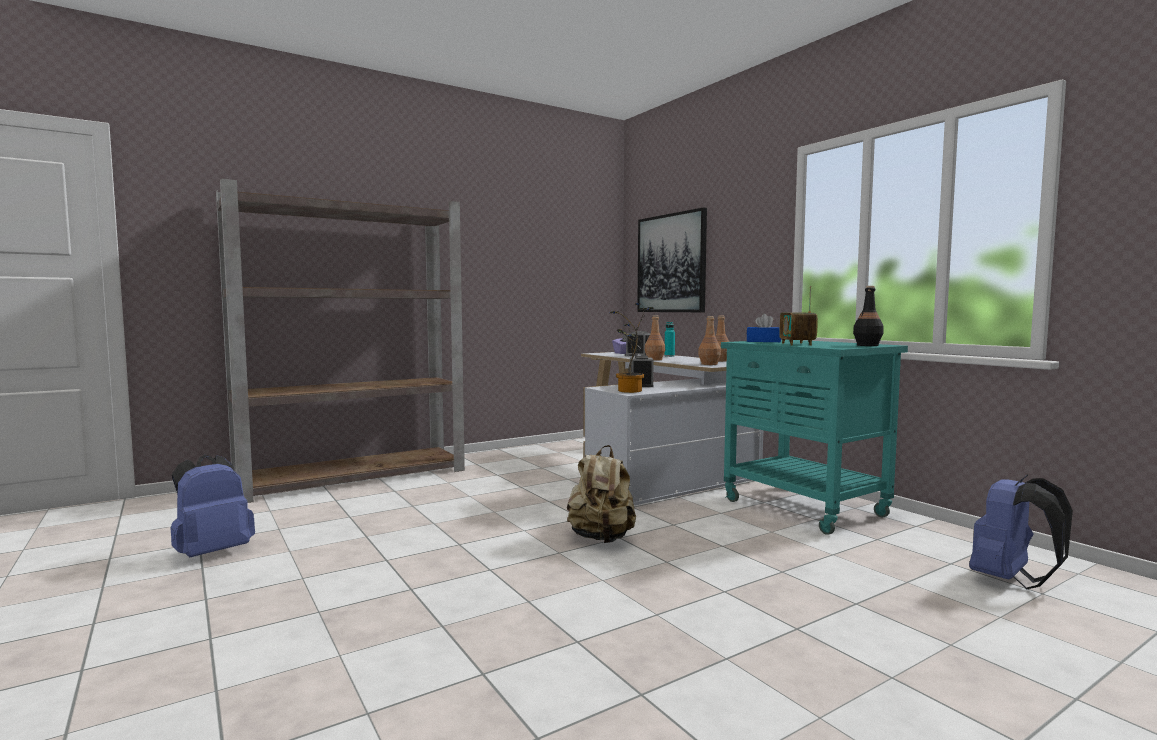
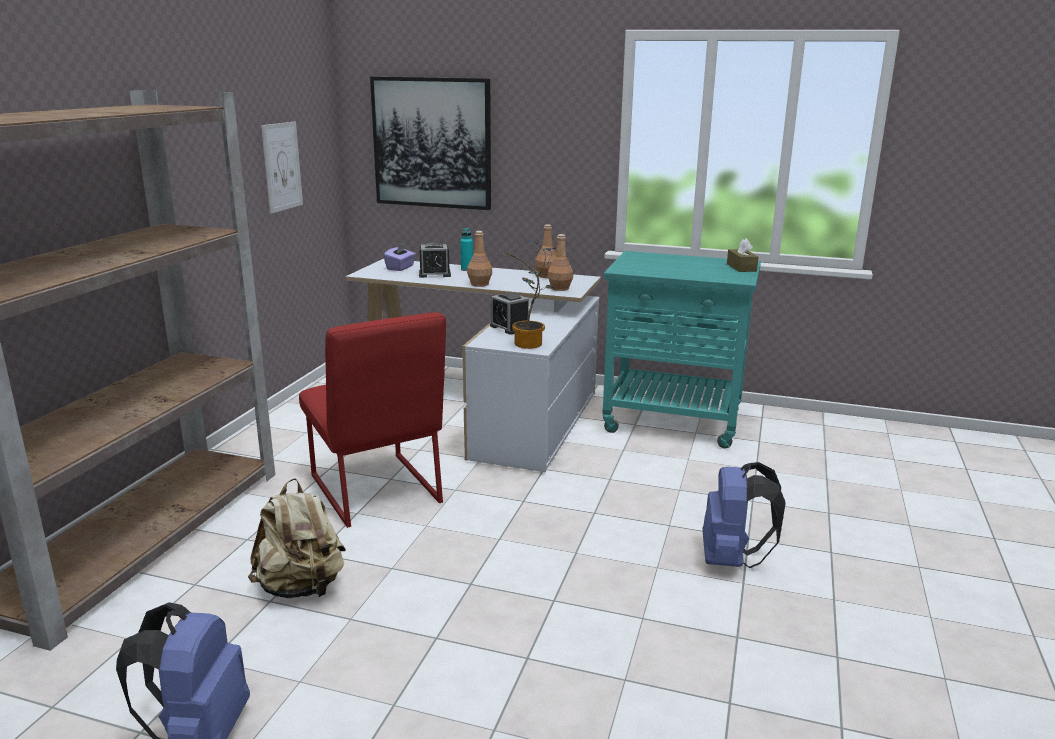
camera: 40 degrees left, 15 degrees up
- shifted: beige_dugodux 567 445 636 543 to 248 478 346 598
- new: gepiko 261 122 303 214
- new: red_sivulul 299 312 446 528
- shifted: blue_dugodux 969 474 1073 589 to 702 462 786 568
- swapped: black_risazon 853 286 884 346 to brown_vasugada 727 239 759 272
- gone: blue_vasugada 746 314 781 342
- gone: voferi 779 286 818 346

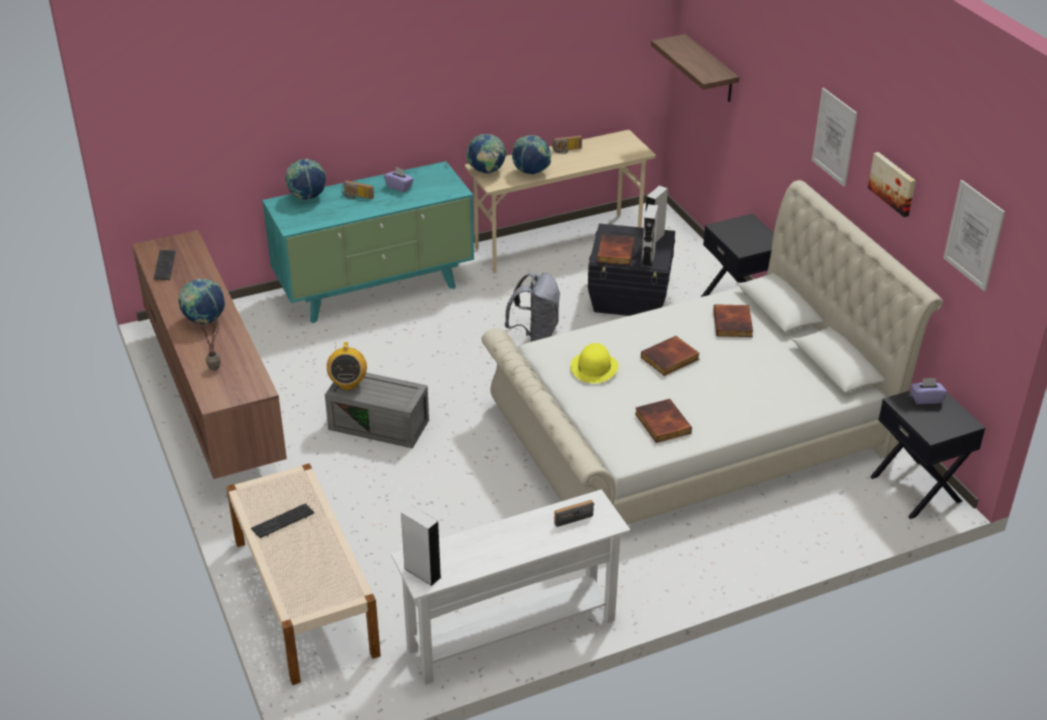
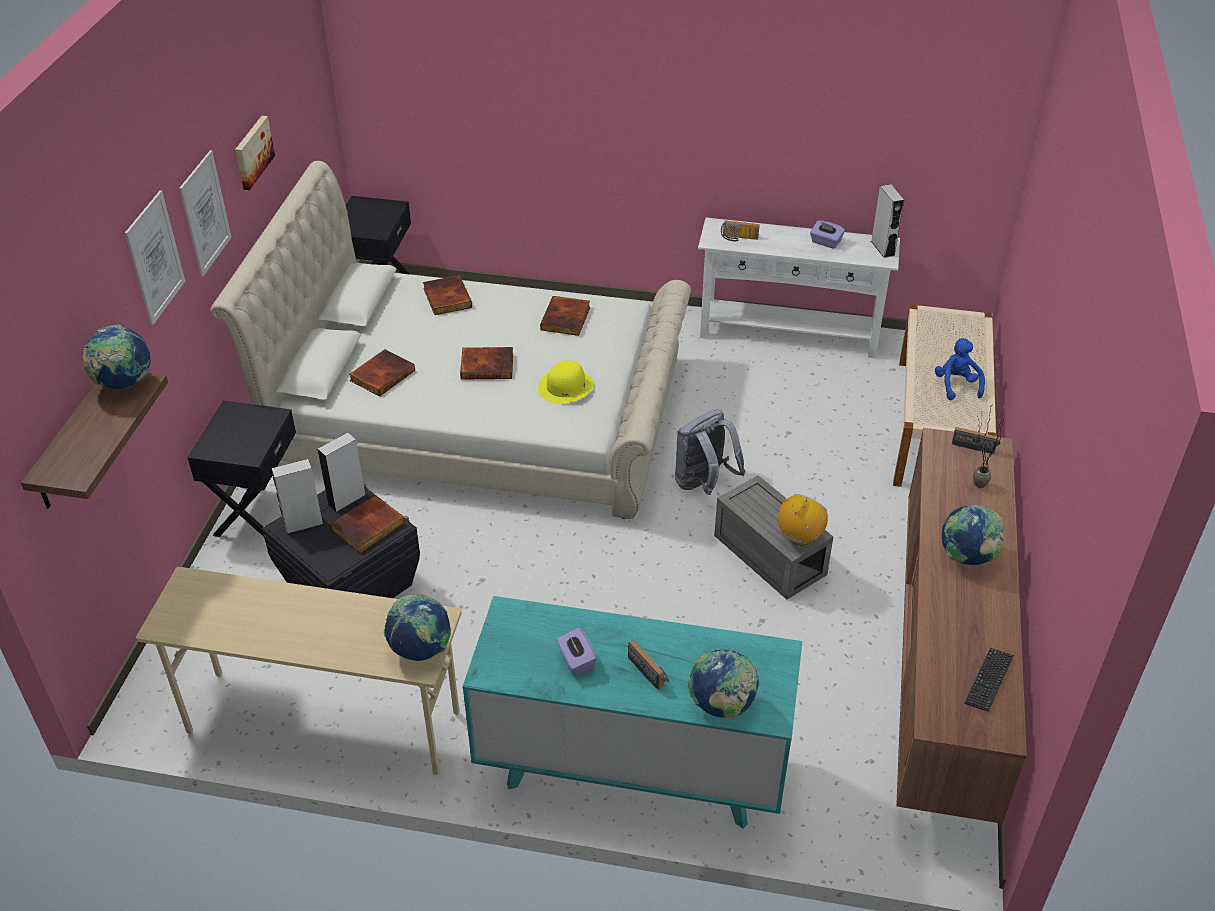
camera: 145 degrees left, 5 degrees up
- shifted: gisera 512 135 551 174 to 82 324 151 389
- shifted: gepiko 943 180 1005 291 to 125 190 185 325
- new: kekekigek 423 275 472 315
- shifted: grey_dugodux 505 272 560 342 to 675 409 746 495
- shifted: purple_vasugada 911 378 947 404 to 810 221 845 249
- swapped: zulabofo 251 503 315 538 to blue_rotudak 935 338 985 400
- shifted: voferi 552 135 582 154 to 952 427 1000 454

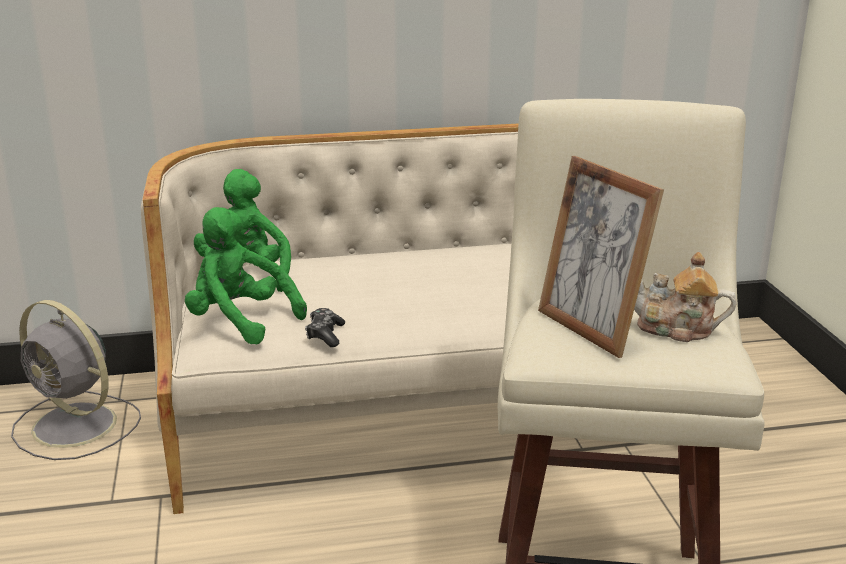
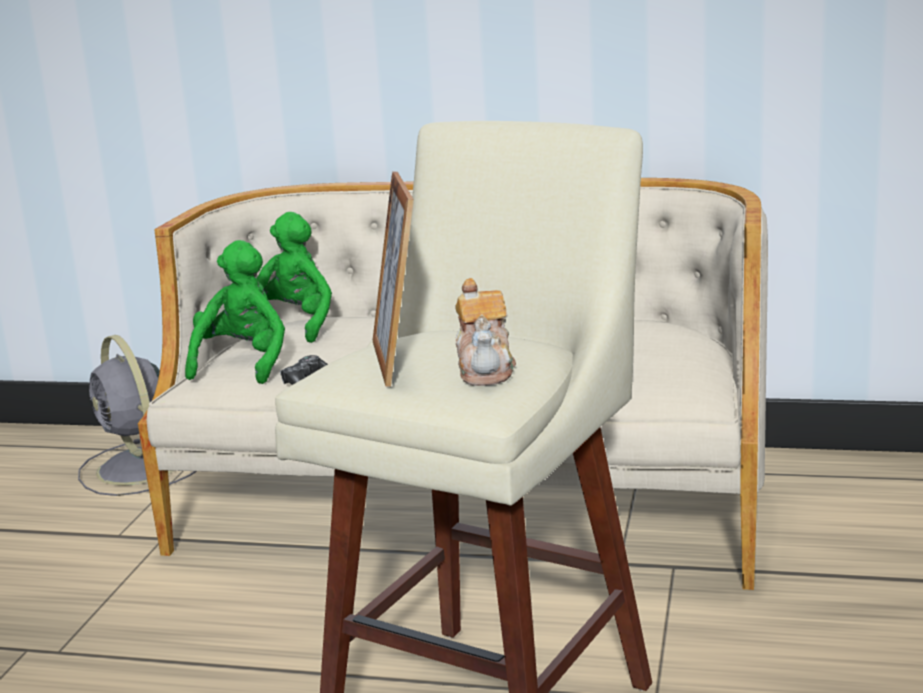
camera: 25 degrees right, 5 degrees down
- rotated: green_rotudak 185 207 307 345 = 185 240 285 384 45 degrees clockwise
- rotated: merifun 634 252 737 342 = 456 278 516 386 135 degrees counterclockwise

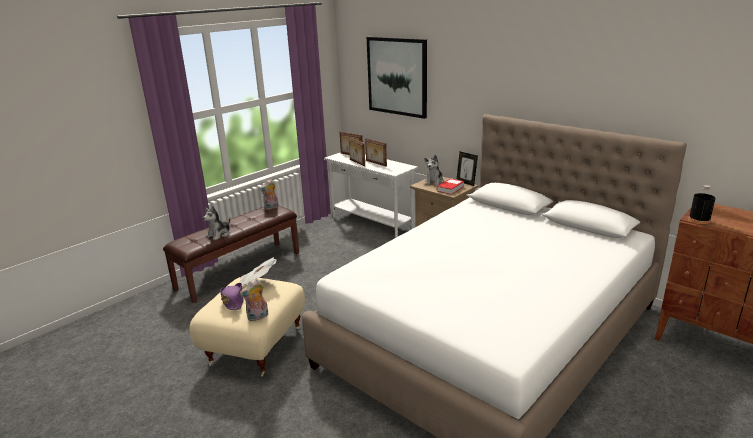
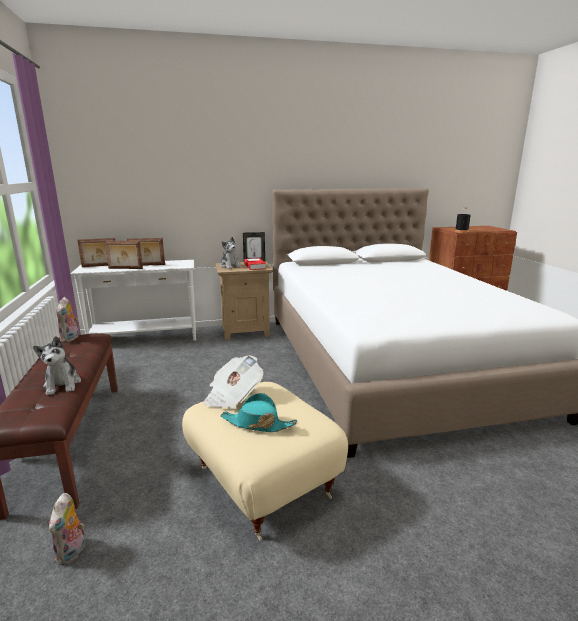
camera: 55 degrees left, 5 degrees down
- shifted: rotudak 240 278 268 321 to 48 493 86 565
- repainted: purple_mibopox 220 283 243 310 to turquoise_mibopox 221 393 297 432
- gone: gepiko 367 37 427 119

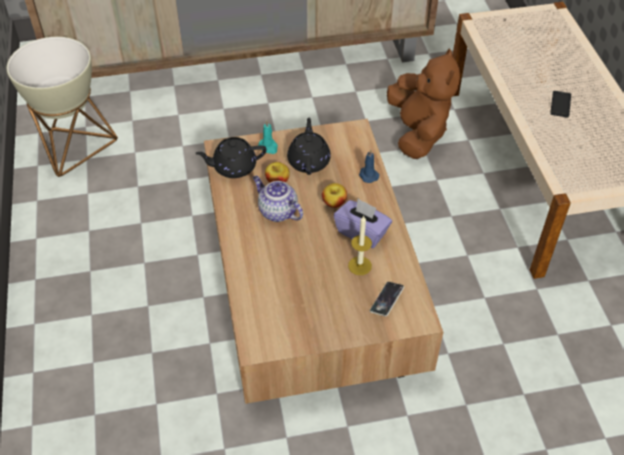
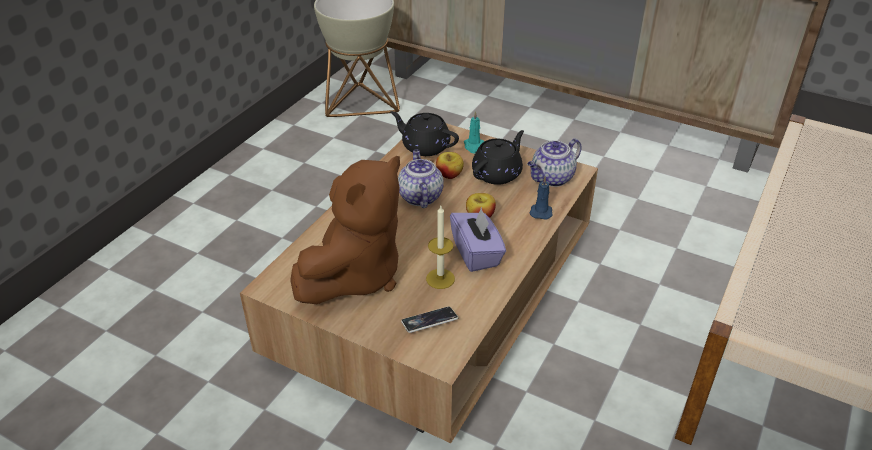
camera: 40 degrees right, 10 degrees down
- shifted: brown_rotudak 387 49 460 159 to 290 156 400 304
- new: merifun 527 139 582 187
- gone: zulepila 550 91 571 118

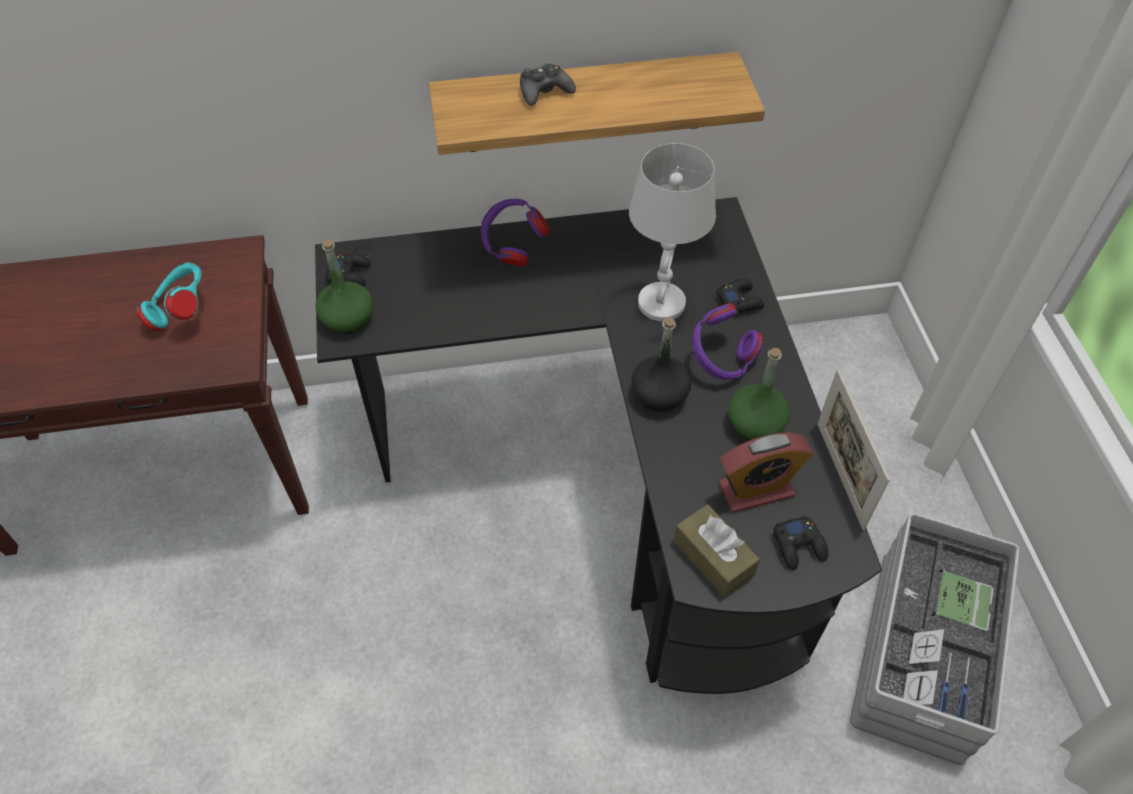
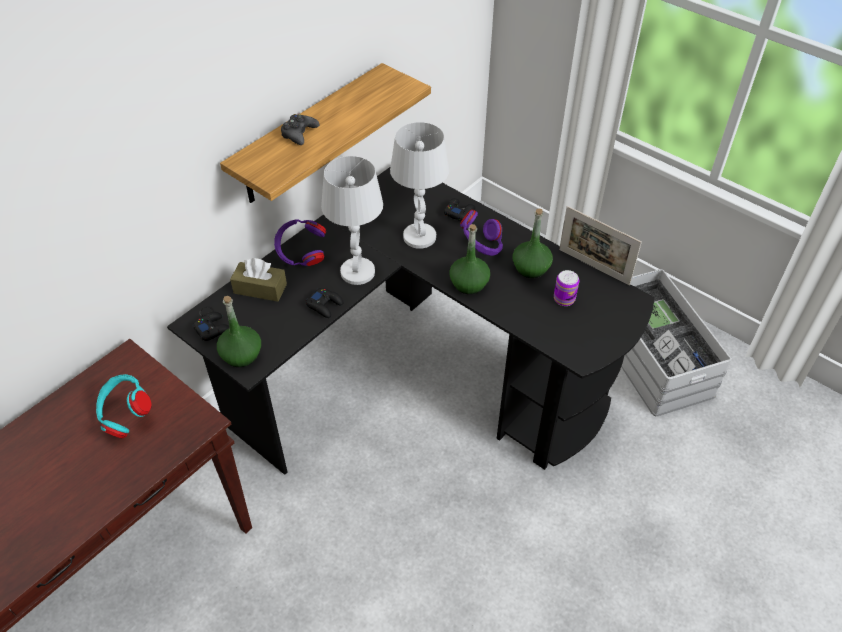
camera: 40 degrees left, 5 degrees down
- shifted: brown_vasugada 674 504 760 597 to 230 258 287 302
- shifted: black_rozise 773 516 828 570 to 306 288 343 318
- new: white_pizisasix 321 156 383 285
- repainted: black_risazon 631 317 692 412 to green_risazon 450 224 490 294
- swapped: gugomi 719 432 813 513 to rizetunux 554 270 579 306

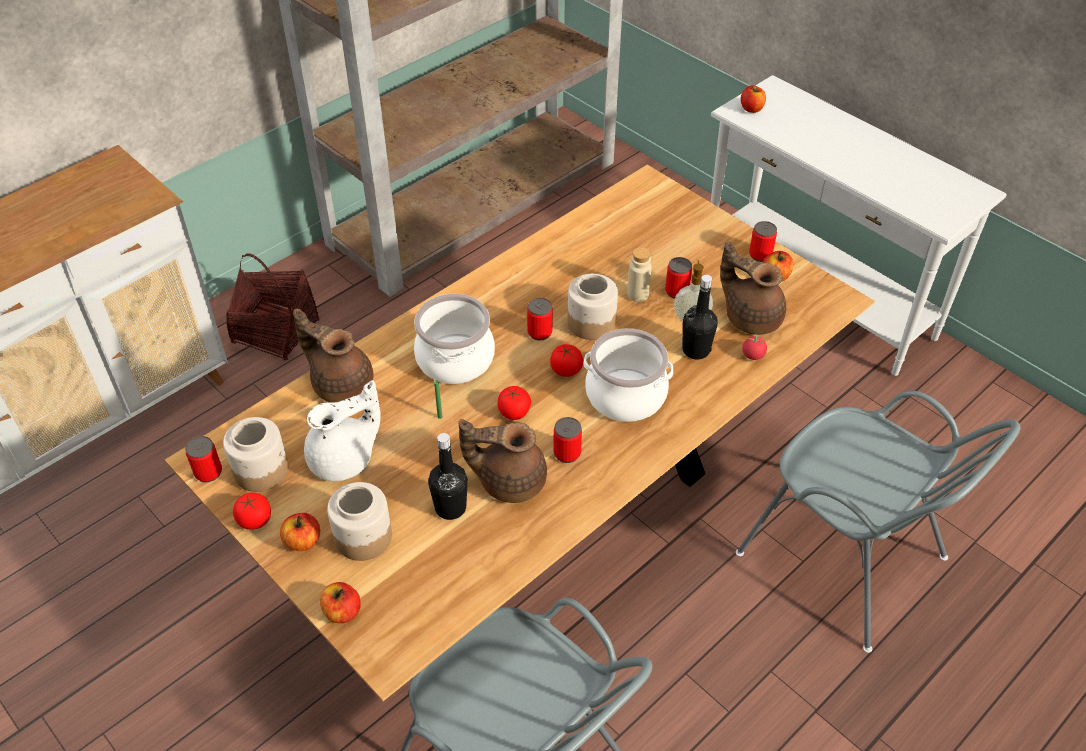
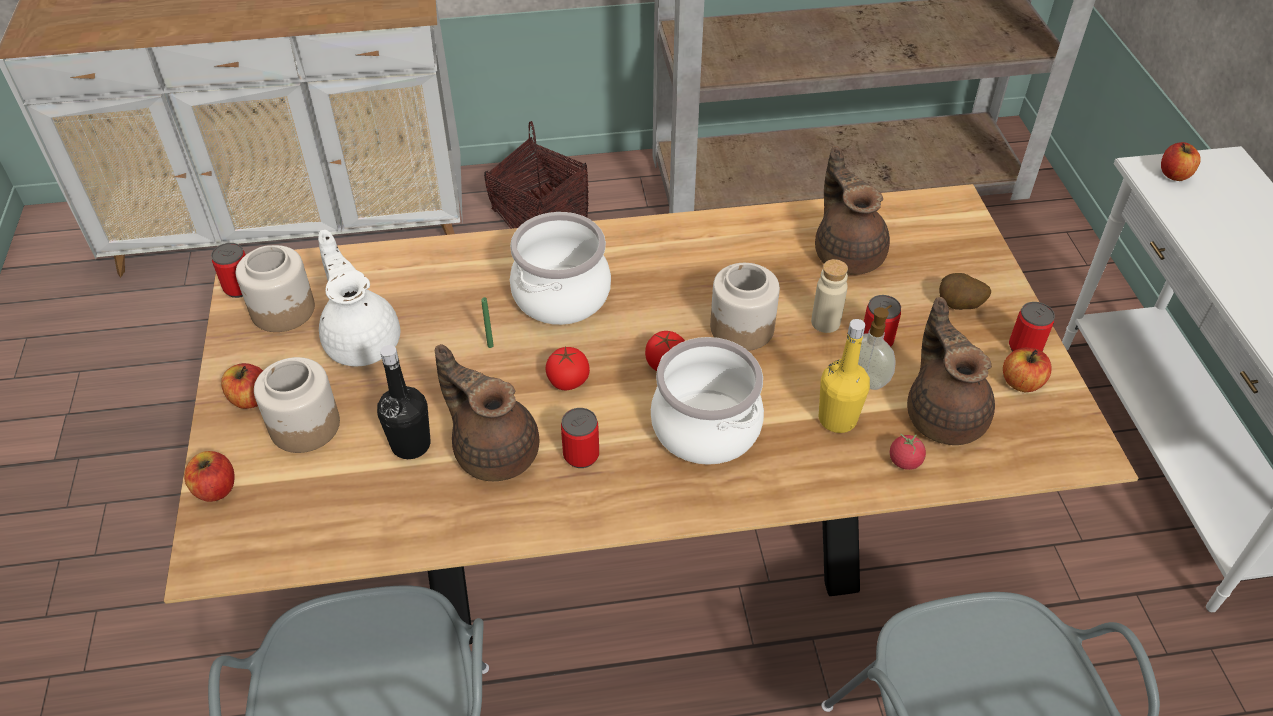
camera: 35 degrees right, 0 degrees up
- rotated: white_merifun 304 380 381 481 = 318 230 401 366 120 degrees counterclockwise
- shifted: brown_merifun 293 309 373 403 to 815 146 890 275
- repainted: black_risazon 682 275 718 359 to yellow_risazon 819 319 870 433
- new: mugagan 939 273 991 310
- gone: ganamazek 233 493 271 530
- gone: rizetunux 527 298 553 341

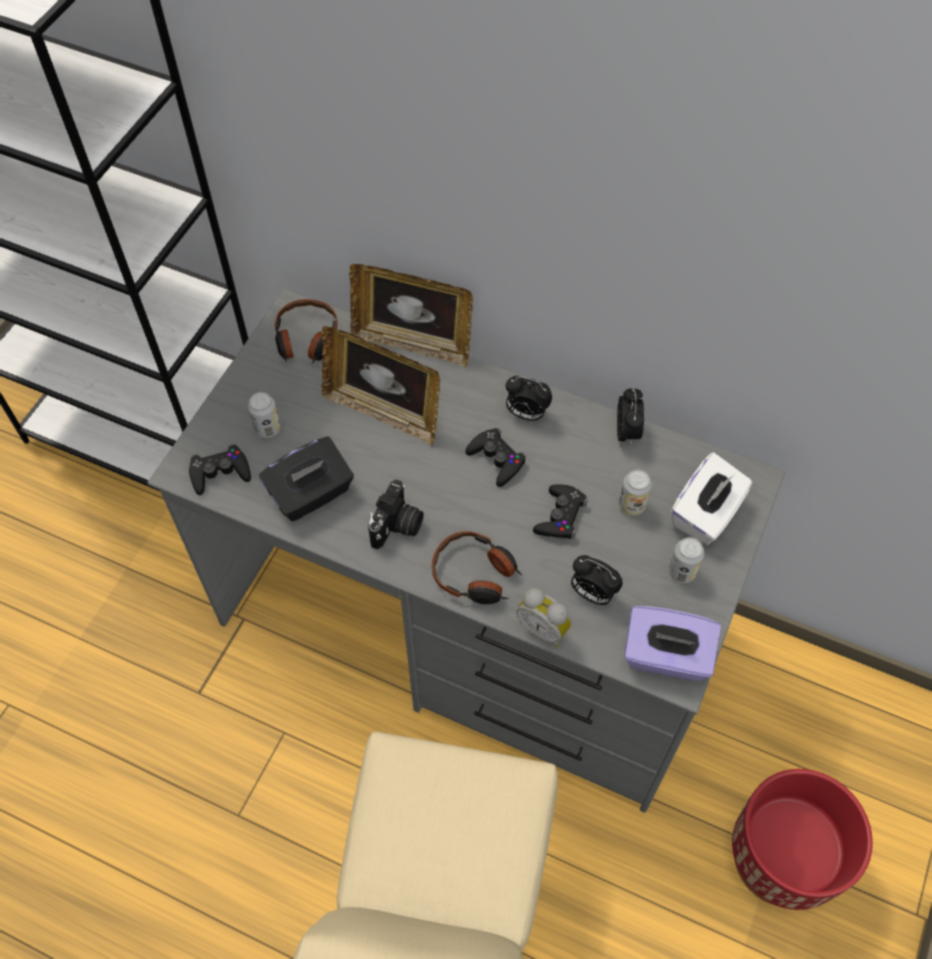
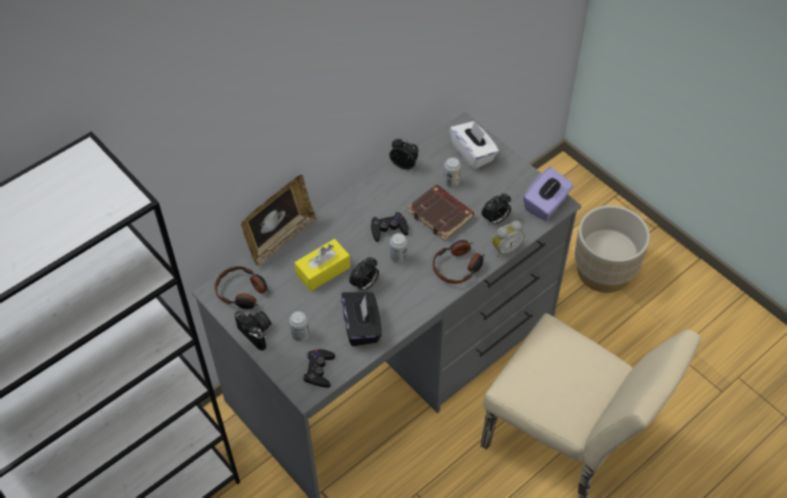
camera: 65 degrees left, 5 degrees down
- shifted: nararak 368 480 424 550 to 235 311 271 351
- swapped: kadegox 321 326 440 446 to yellow_vasugada 295 239 350 291
- shifted: gugomi 506 376 552 421 to 349 257 379 292
- shifted: rizetunux 669 537 704 583 to 390 233 407 263
- swapped: black_rozise 533 484 588 539 to brown_kekekigek 408 184 474 240
- repainted: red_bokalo 732 769 873 910 to beige_bokalo 575 205 650 293

